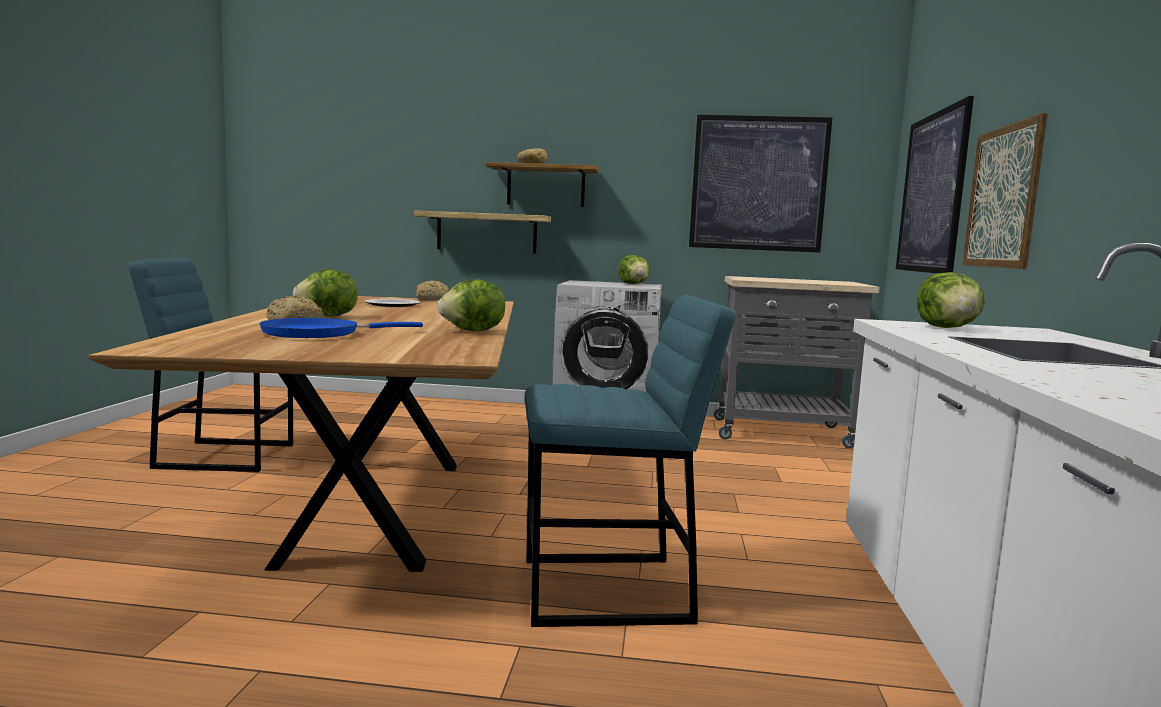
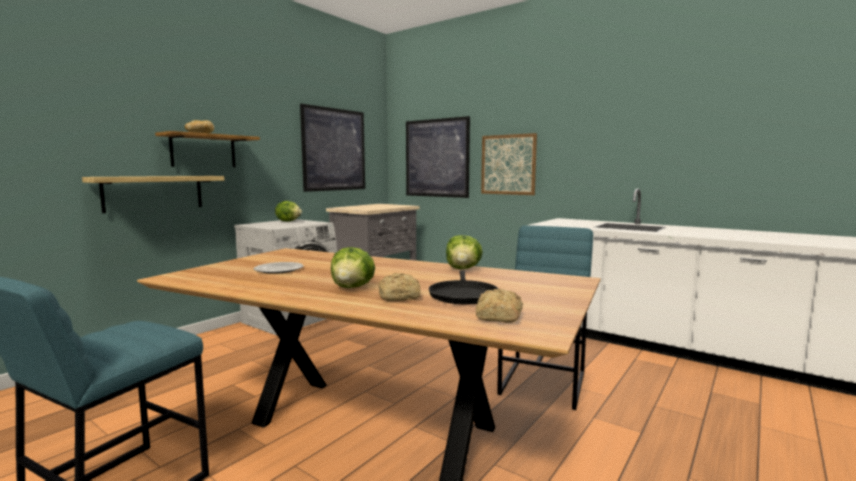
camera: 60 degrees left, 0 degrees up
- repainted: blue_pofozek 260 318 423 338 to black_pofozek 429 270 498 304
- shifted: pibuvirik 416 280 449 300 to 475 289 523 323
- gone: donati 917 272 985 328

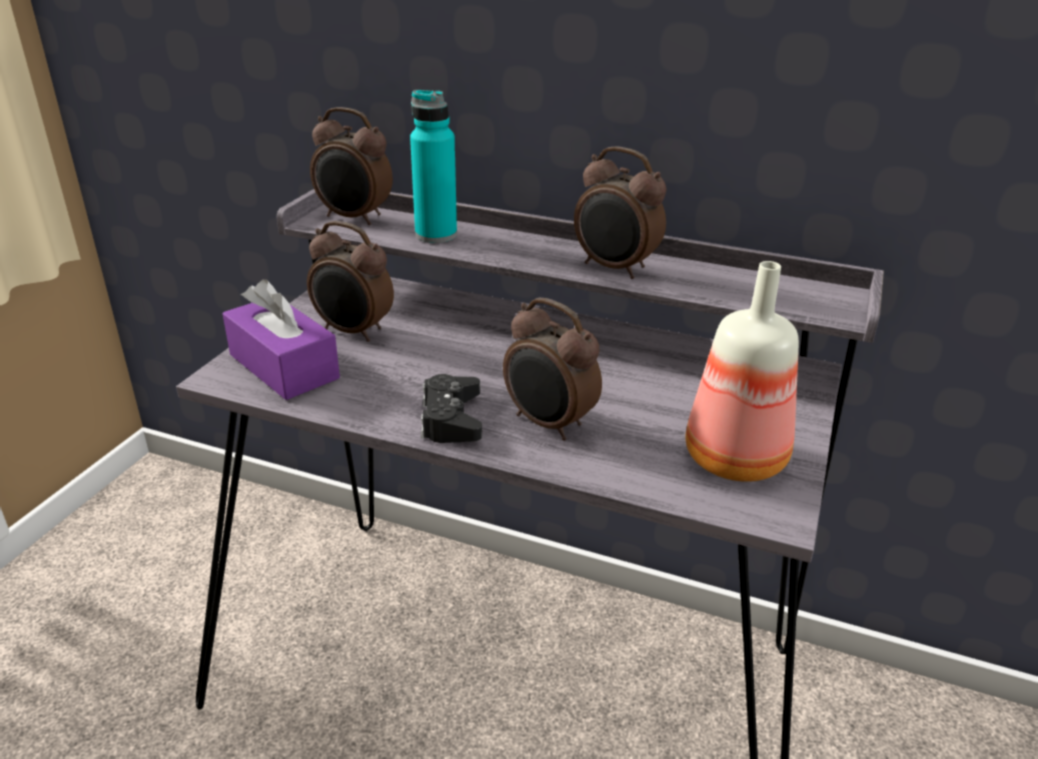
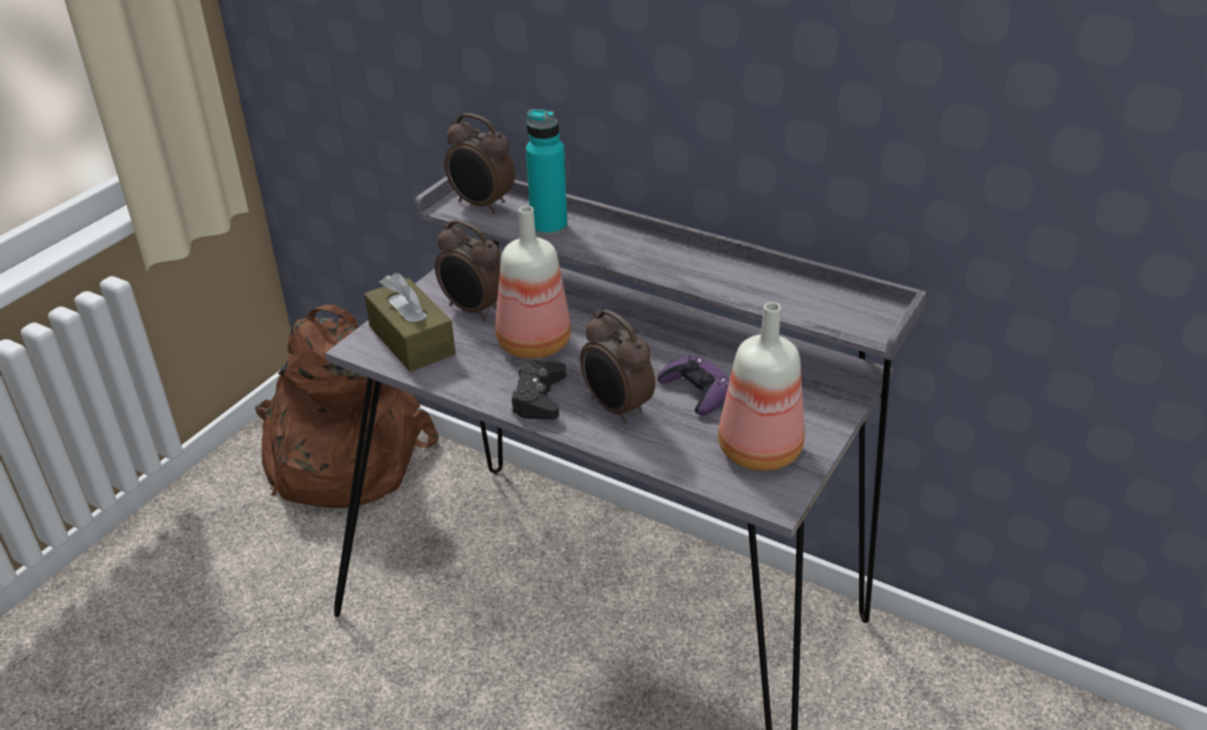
camera: 10 degrees right, 5 degrees up
- new: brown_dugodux 255 305 439 508
- repainted: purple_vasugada 223 279 340 400 to brown_vasugada 364 273 456 372
- new: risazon 495 206 571 359
- new: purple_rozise 657 355 730 416
- gone: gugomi 574 146 666 279

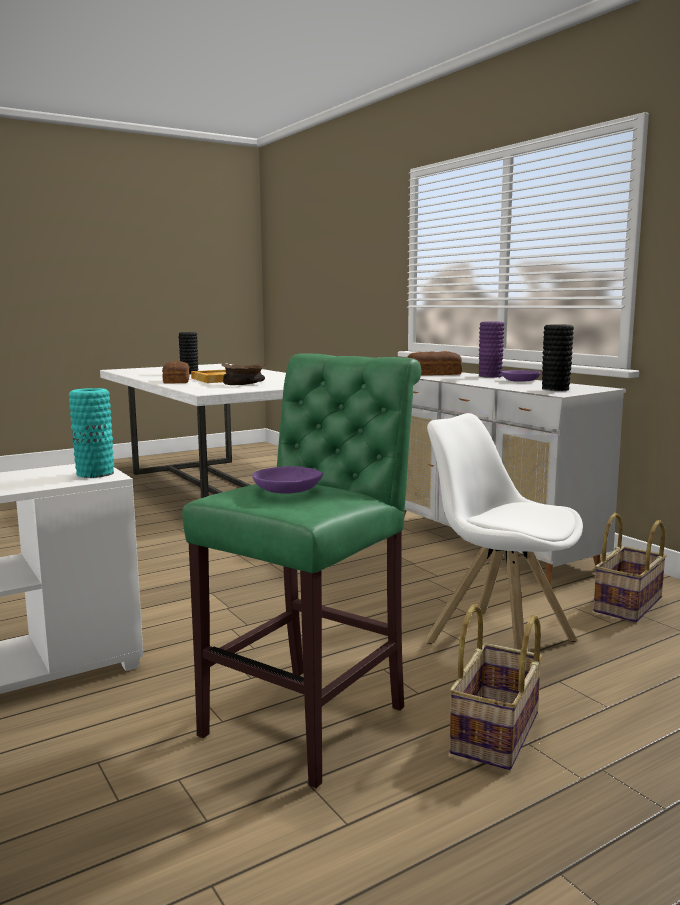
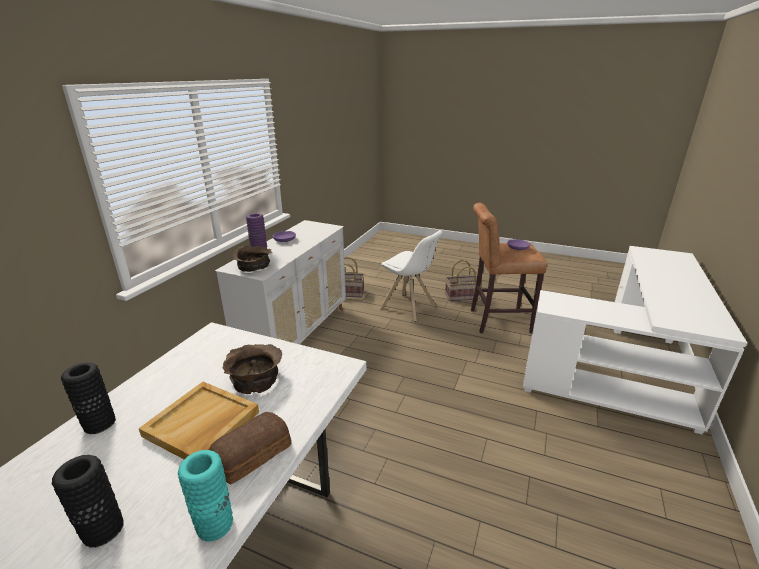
camera: 125 degrees left, 15 degrees up
- shifted: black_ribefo 542 325 574 391 to 61 362 116 434
- shifted: turquoise_ribefo 69 388 114 478 to 178 450 233 542
- swapped: pibuvirik 407 351 462 376 to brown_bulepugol 232 246 272 272
- rotated: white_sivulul 425 413 583 650 = 380 230 443 322 60 degrees counterclockwise
- repainted: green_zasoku 182 353 421 788 to brown_zasoku 471 203 547 334

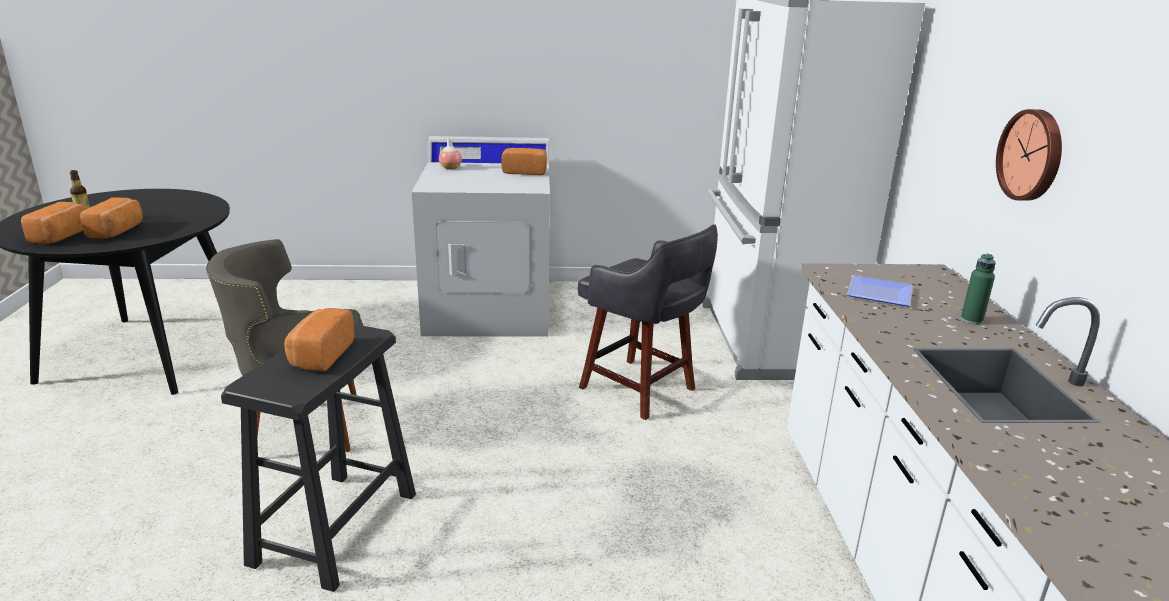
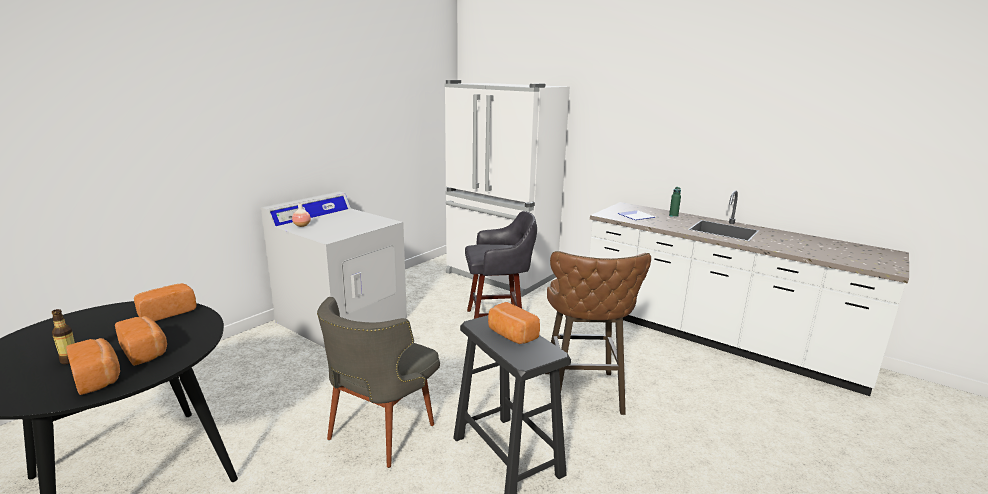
camera: 50 degrees left, 5 degrees down
- shifted: pibuvirik 501 148 547 175 to 134 283 196 322
- new: brown_zasoku 545 251 651 415
- gone: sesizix 996 109 1062 201

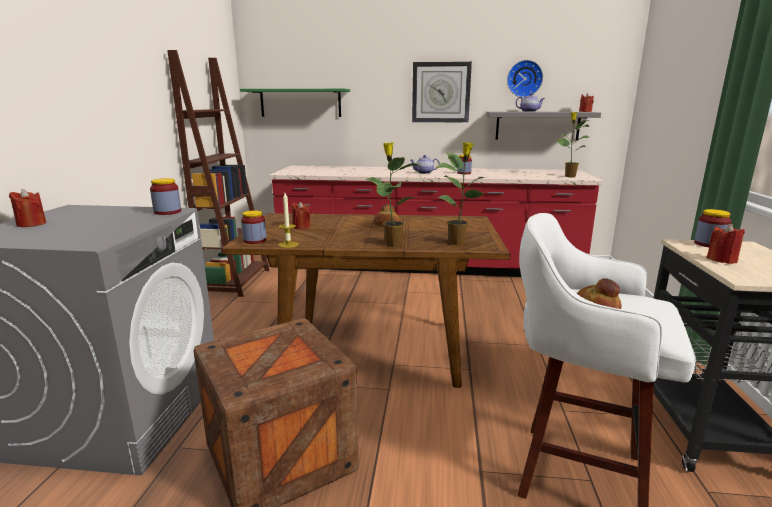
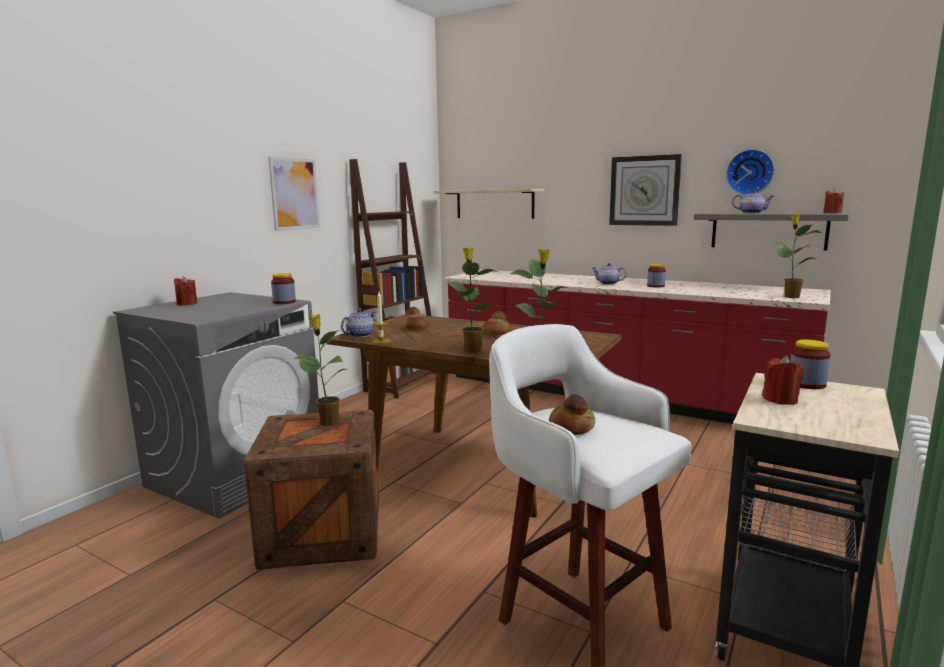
camera: 25 degrees right, 5 degrees down
- new: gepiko 268 157 320 231
- new: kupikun 293 315 347 426
- swapped: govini 241 210 266 244 to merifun 341 309 377 338
- swapped: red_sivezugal 291 202 311 229 to pibuvirik 403 307 429 329
- repainted: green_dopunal 240 89 350 117 to beige_dopunal 434 189 544 219

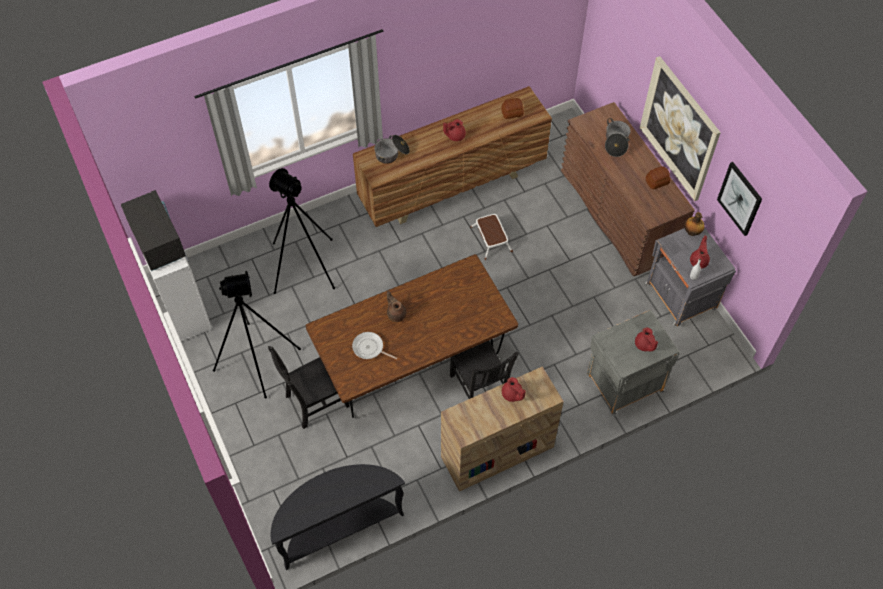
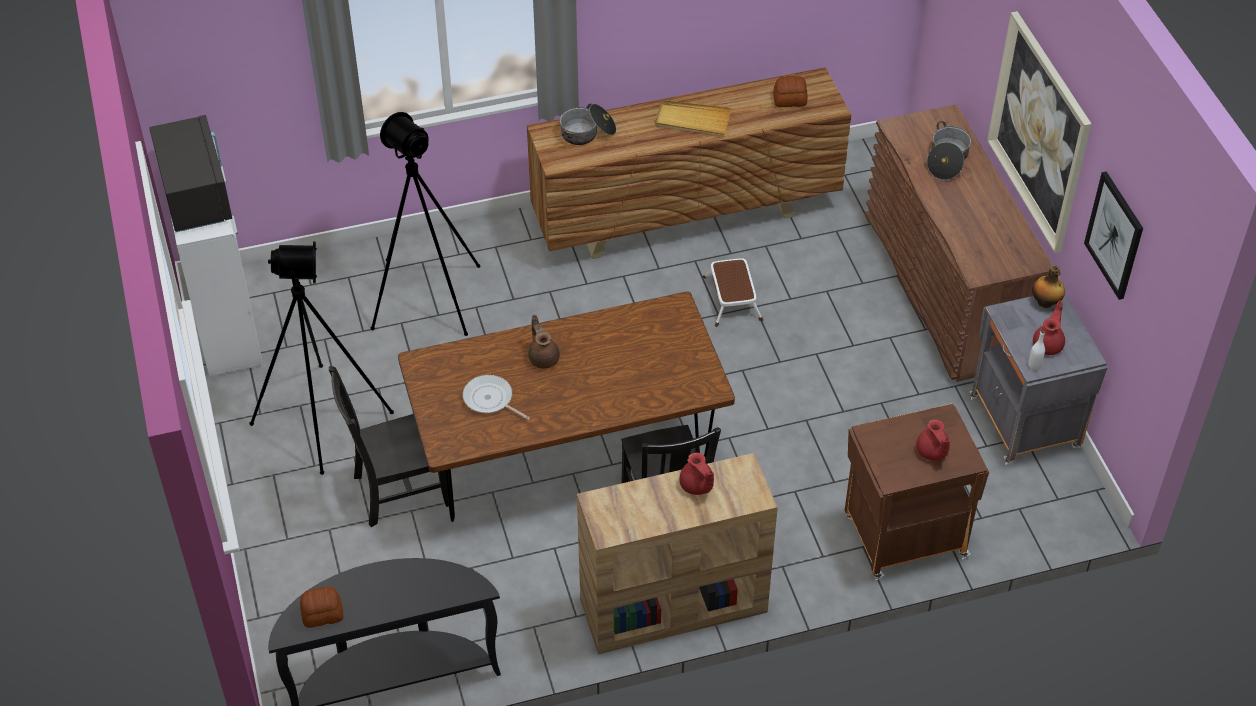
camera: 10 degrees right, 10 degrees down
- shifted: pibuvirik 646 166 670 189 to 300 587 343 628
- swapped: red_merifun 443 119 466 141 to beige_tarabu 655 100 731 135
- repainted: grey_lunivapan 587 310 680 416 to brown_lunivapan 845 403 989 580

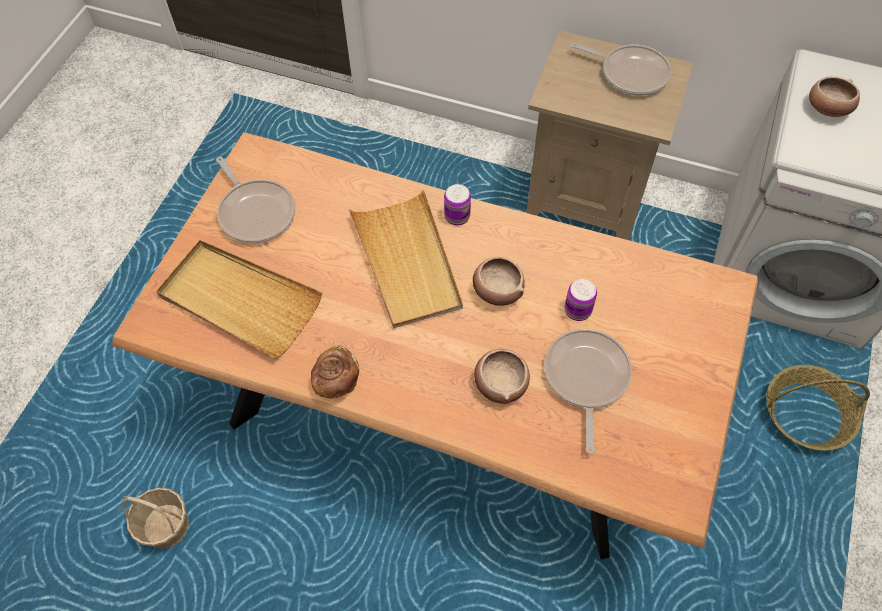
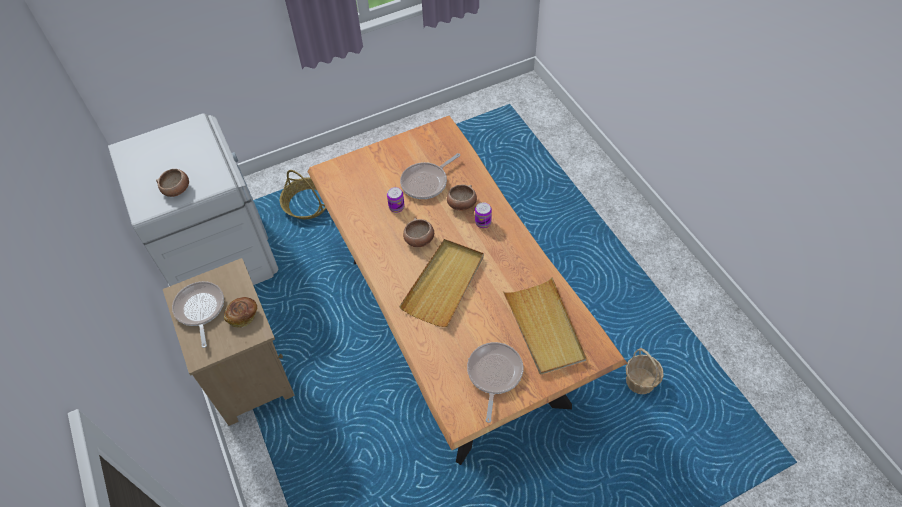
camera: 135 degrees left, 5 degrees down
- shifted: pibuvirik 311 345 359 398 to 224 297 258 328
- shifted: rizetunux 444 184 471 226 to 475 202 492 228

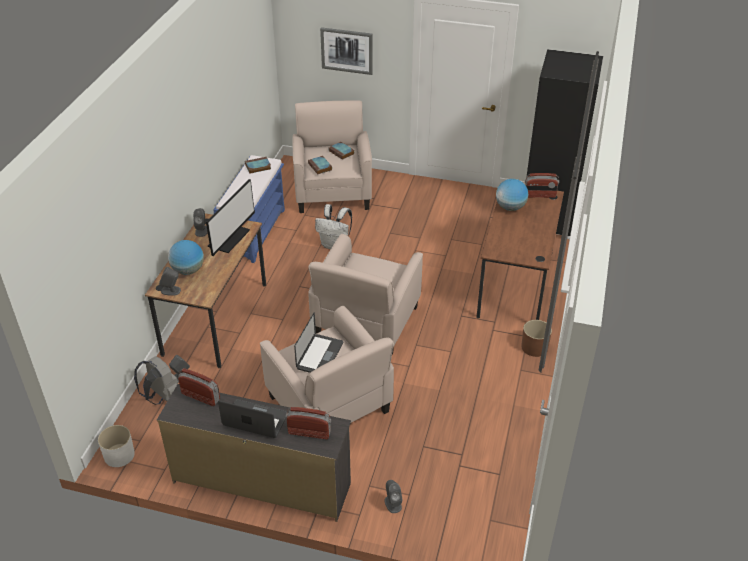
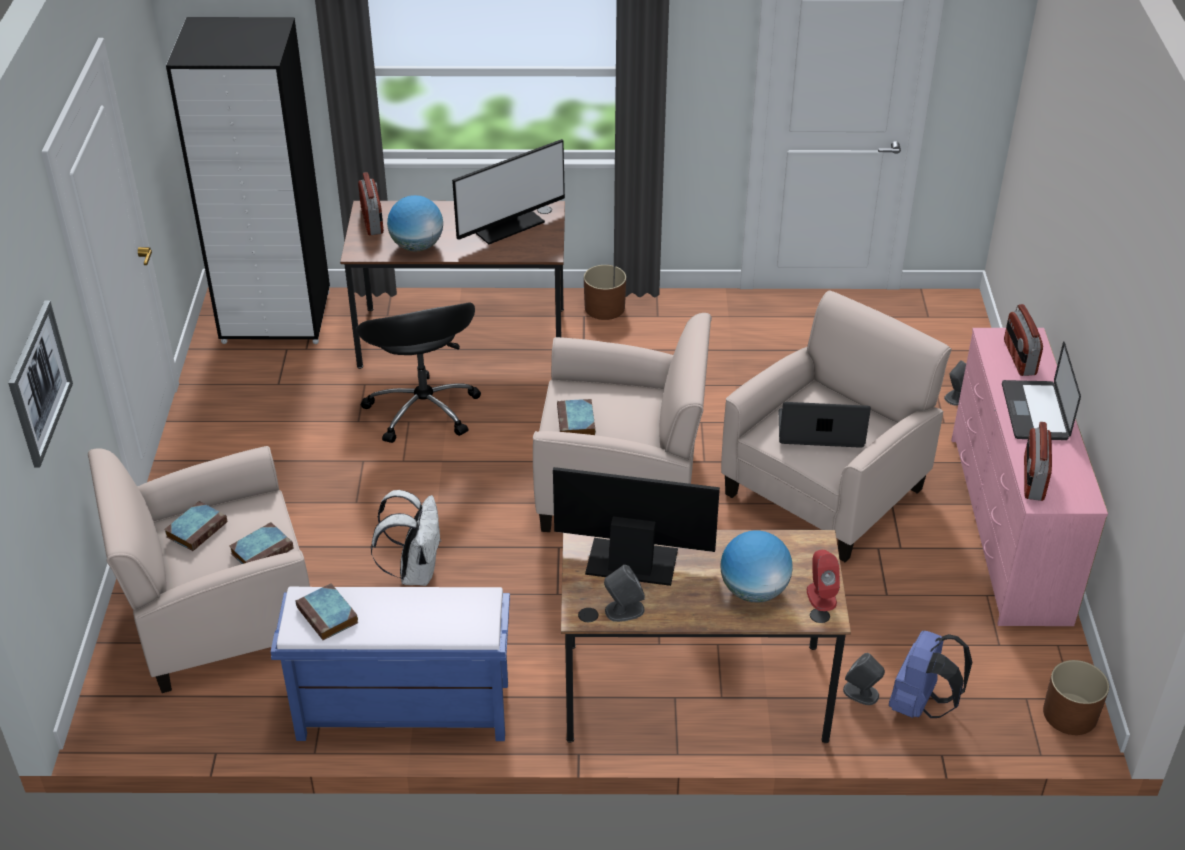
camera: 105 degrees left, 0 degrees up
- new: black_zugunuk 356 302 481 443
- new: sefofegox 452 139 565 244
- new: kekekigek 557 399 596 435
- repainted: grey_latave 159 267 181 296 to red_latave 807 550 840 611
- repainted: grey_dugodux 134 356 178 405 to blue_dugodux 889 630 972 718
- repainted: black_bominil 157 384 351 522 to pink_bominil 951 328 1108 626
- repainted: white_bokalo 98 425 135 467 to brown_bokalo 1043 660 1109 735

